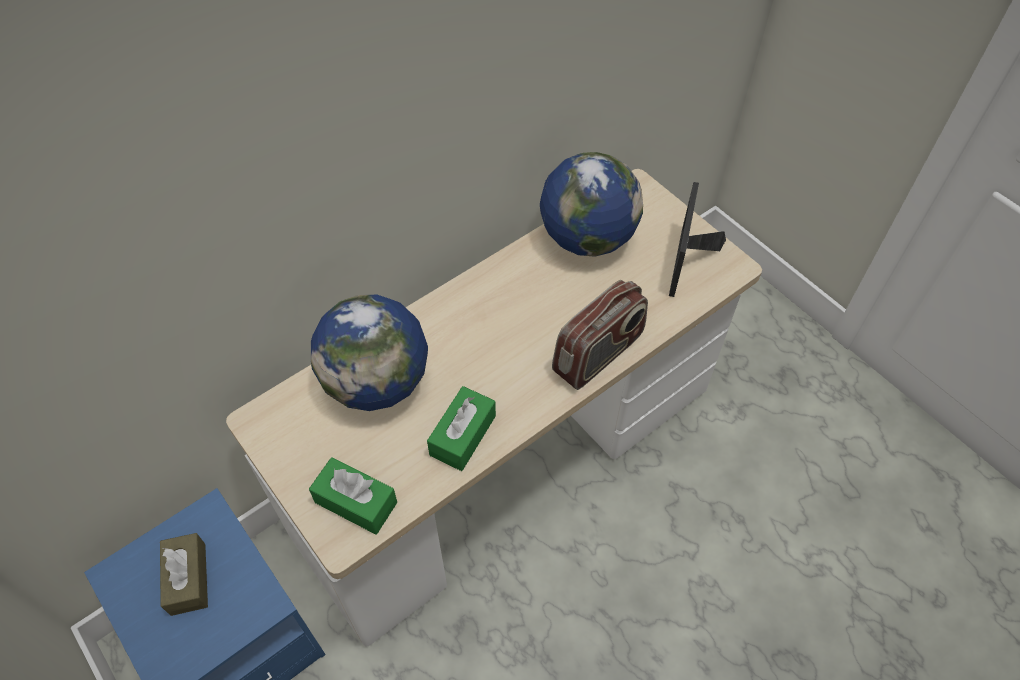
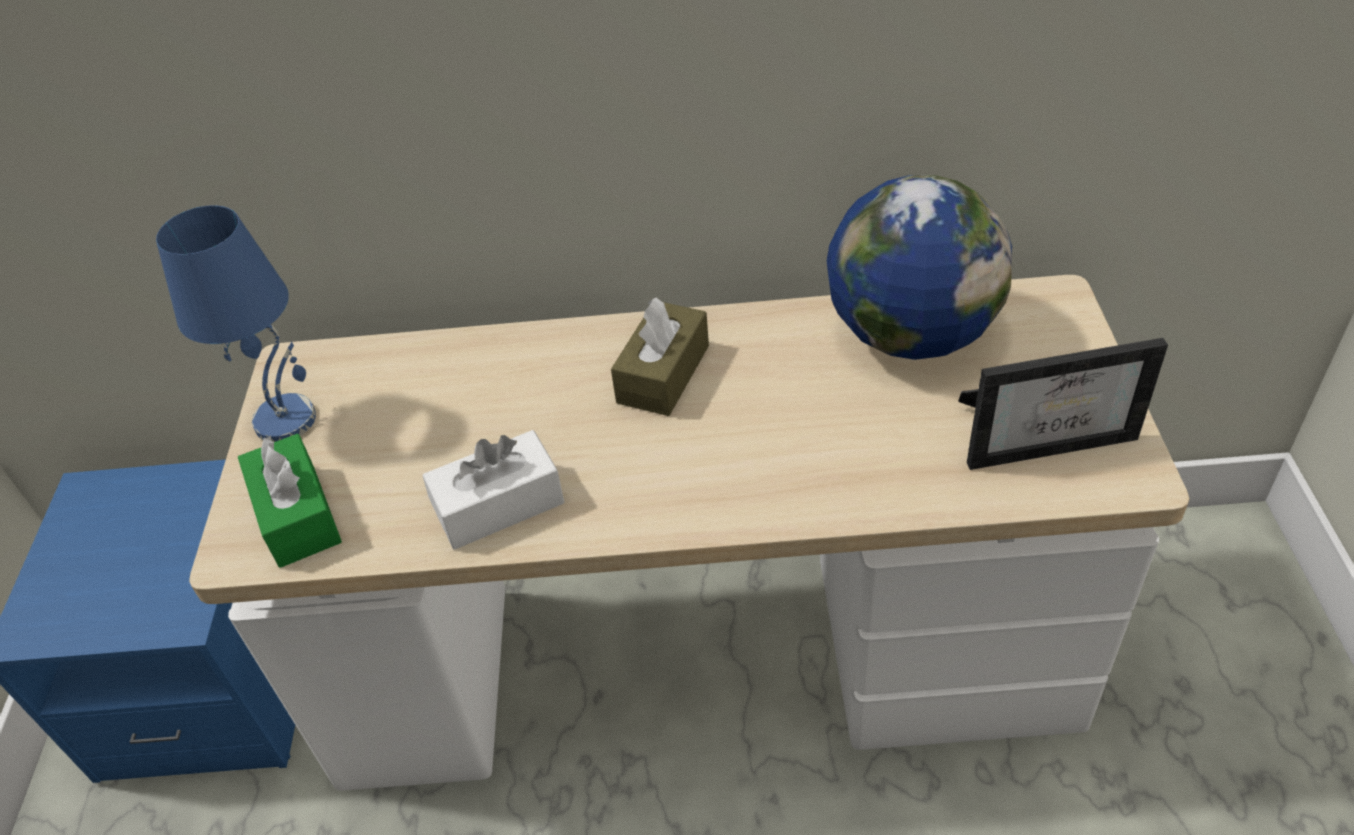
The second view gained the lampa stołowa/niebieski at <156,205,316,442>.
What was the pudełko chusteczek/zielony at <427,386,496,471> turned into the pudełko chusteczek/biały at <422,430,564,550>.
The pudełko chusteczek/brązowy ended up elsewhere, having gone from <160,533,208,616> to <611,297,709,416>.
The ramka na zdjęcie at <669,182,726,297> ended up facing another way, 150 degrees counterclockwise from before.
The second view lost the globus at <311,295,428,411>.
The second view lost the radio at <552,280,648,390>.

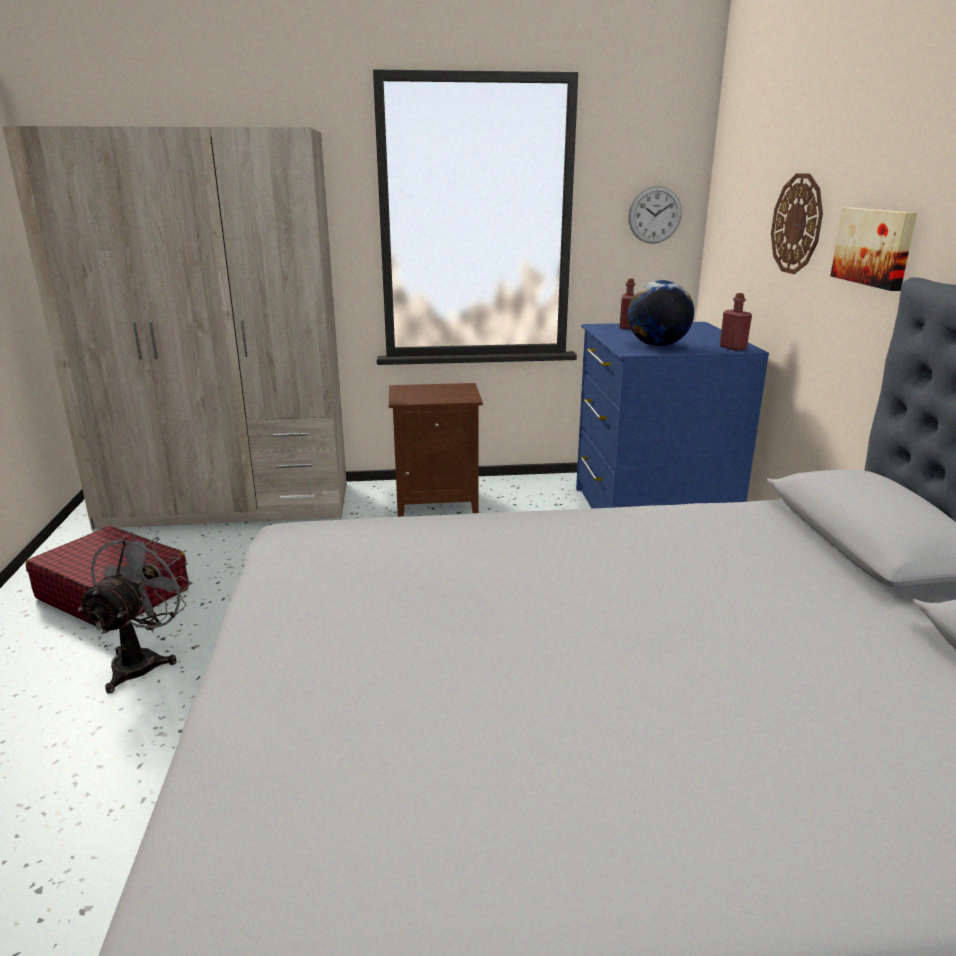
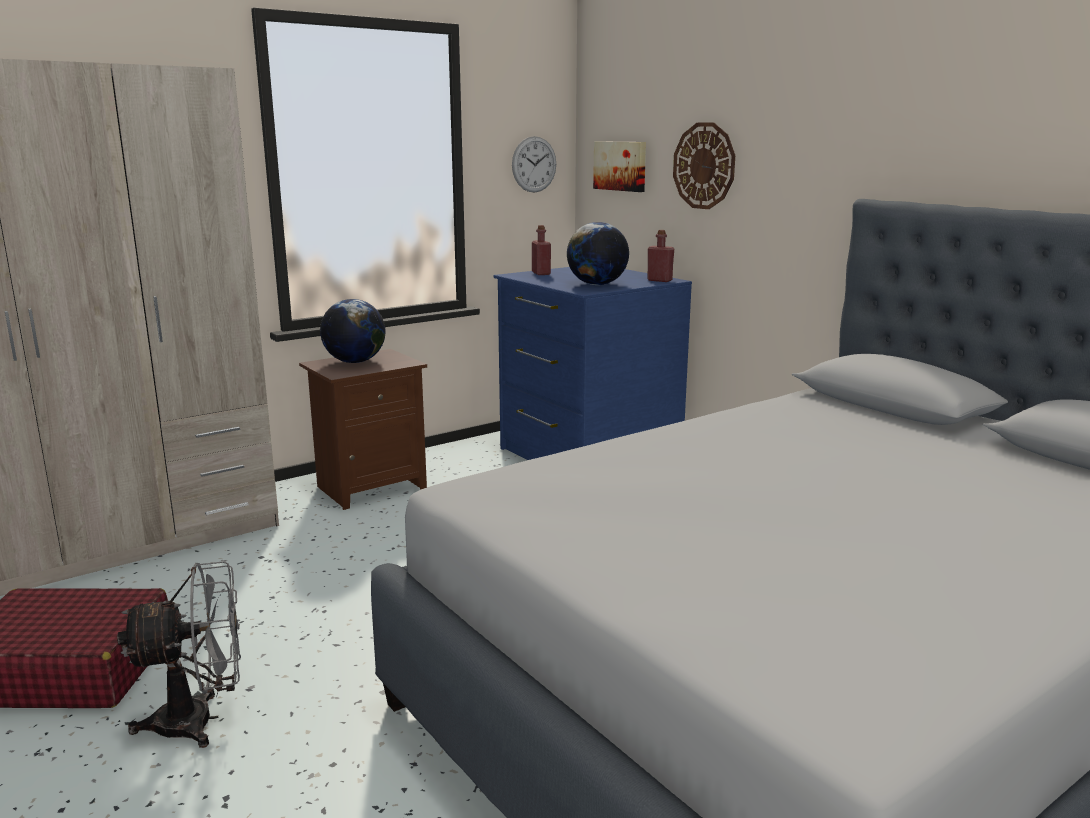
The wentylator/szary at <77,532,192,693> ended up facing another way, 90 degrees clockwise from before.
The second view gained the globus at <320,299,385,363>.
The obraz ended up elsewhere, having gone from <830,207,917,291> to <593,141,646,192>.

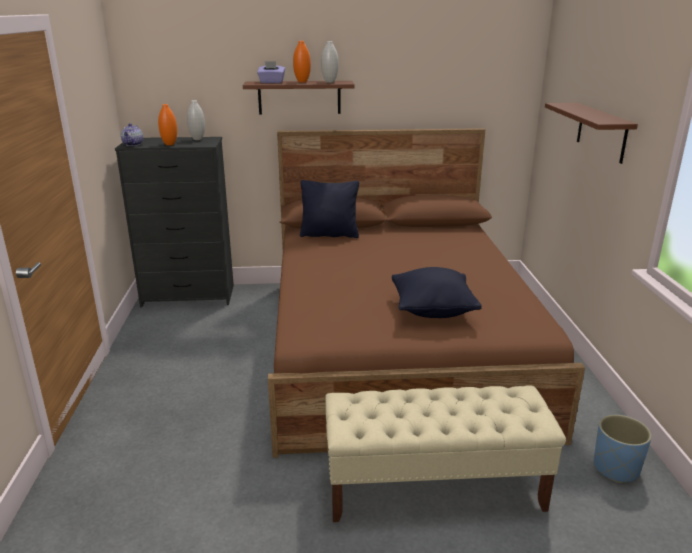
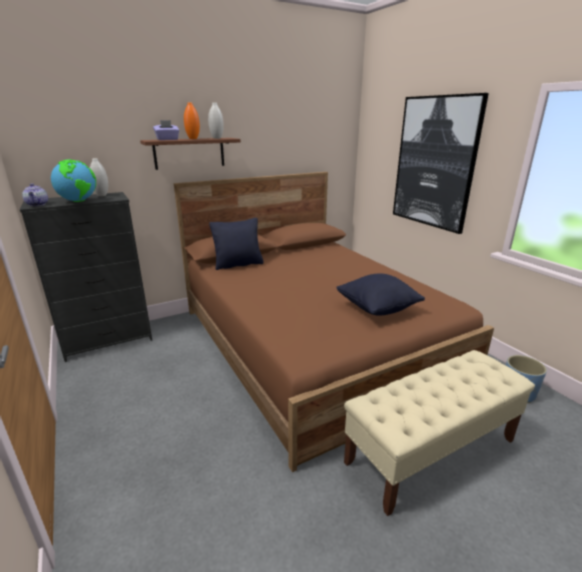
Where the wazon/pomarańczowy stood at <158,104,177,145>, the globus came to stand at <51,159,96,202>.
Where the półka/brązowy hung at <545,103,638,164>, the obraz came to hang at <393,93,489,234>.

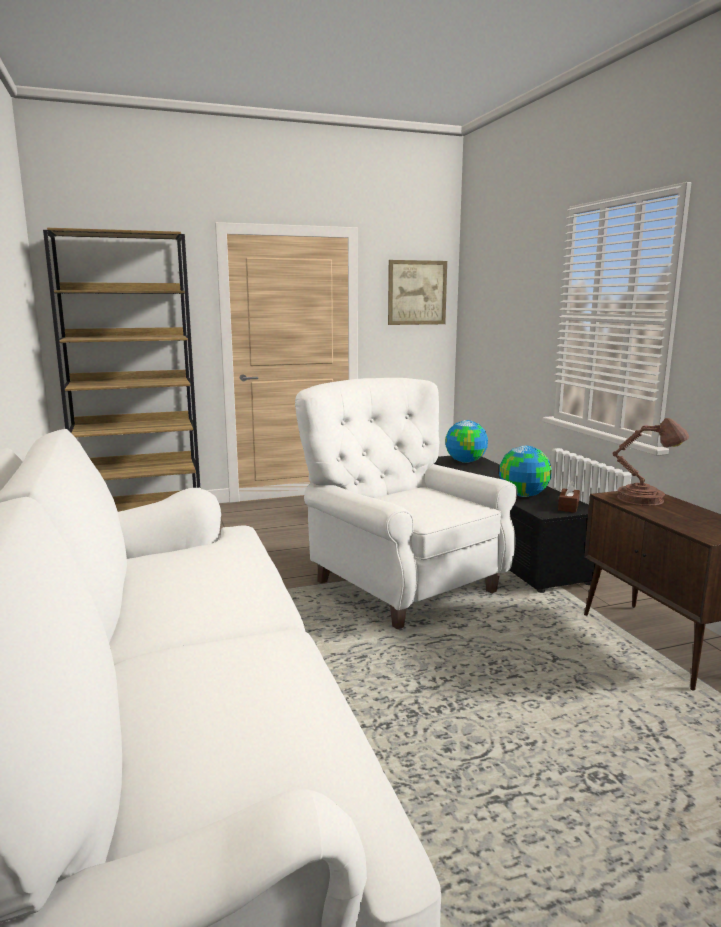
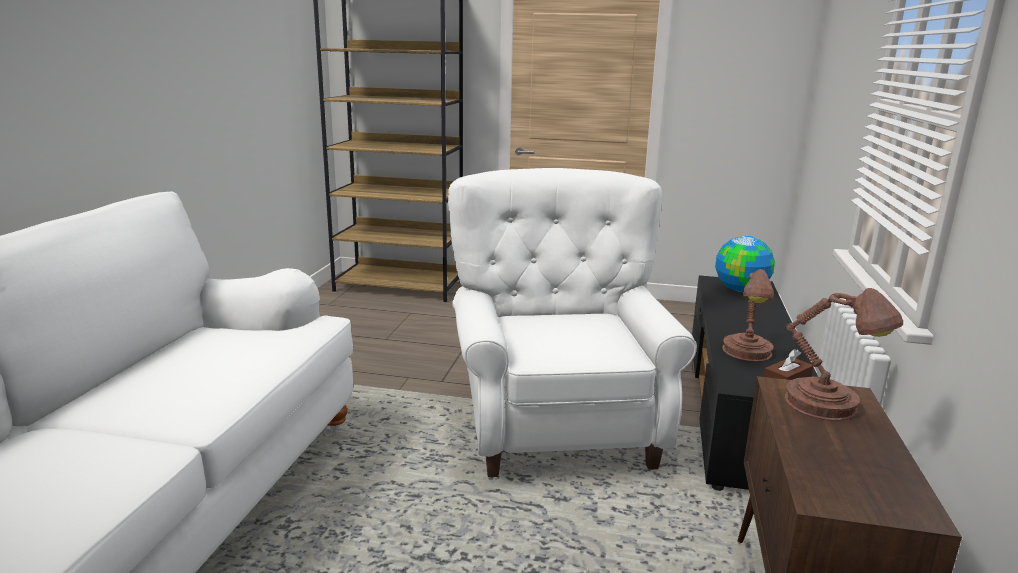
Where the globus stood at <499,446,552,497>, the lampa stołowa/brązowy came to stand at <722,269,774,361>.
The second view lost the obraz at <388,260,447,325>.

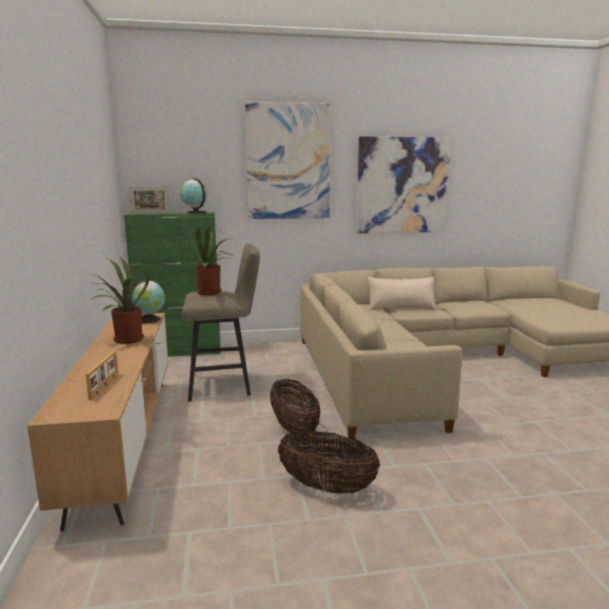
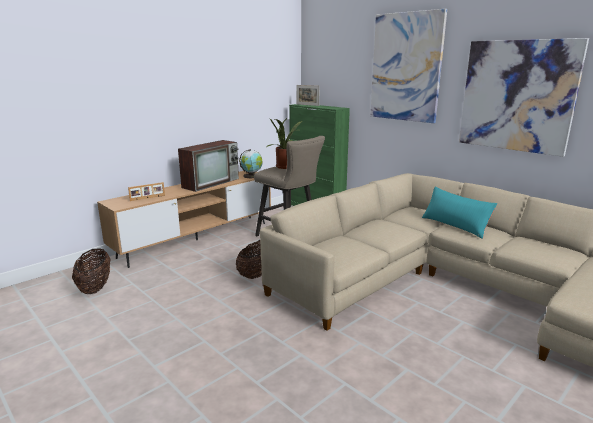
The koszyk ended up elsewhere, having gone from <278,430,380,494> to <72,248,110,294>.
Where the roślina doniczkowa stood at <90,256,153,344>, the telewizor came to stand at <178,140,239,192>.
What was the poduszka/beżowy at <367,277,437,310> turned into the poduszka/turkusowy at <422,187,497,239>.
The second view lost the globus at <180,178,208,214>.

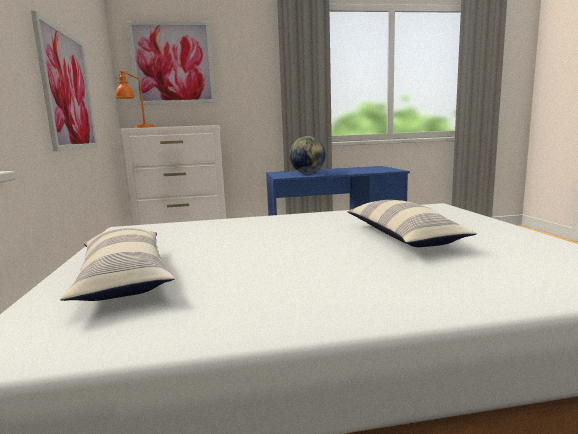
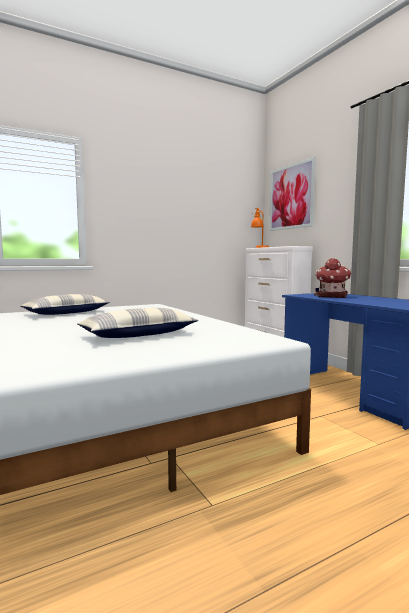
Where the globus stood at <289,136,326,174>, the domek came to stand at <314,258,351,298>.
The second view lost the obraz at <31,11,98,151>.

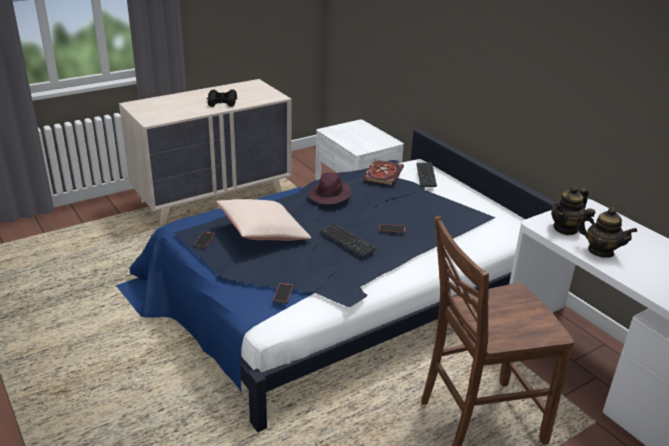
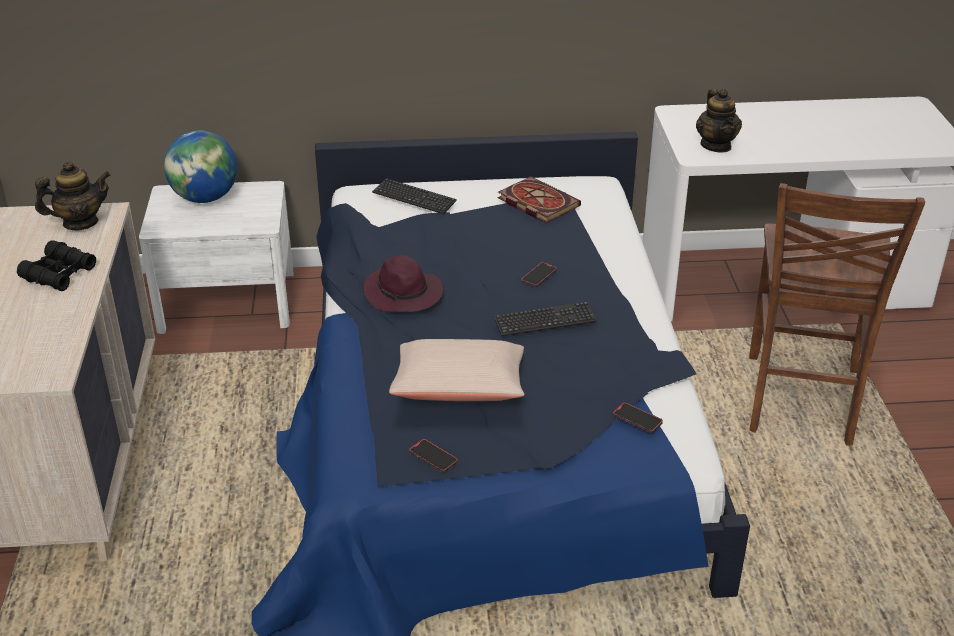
The imbryk ended up elsewhere, having gone from <577,207,637,258> to <35,161,111,231>.
The second view gained the globus at <164,130,238,203>.
The książka ended up elsewhere, having gone from <364,160,404,186> to <498,176,581,223>.

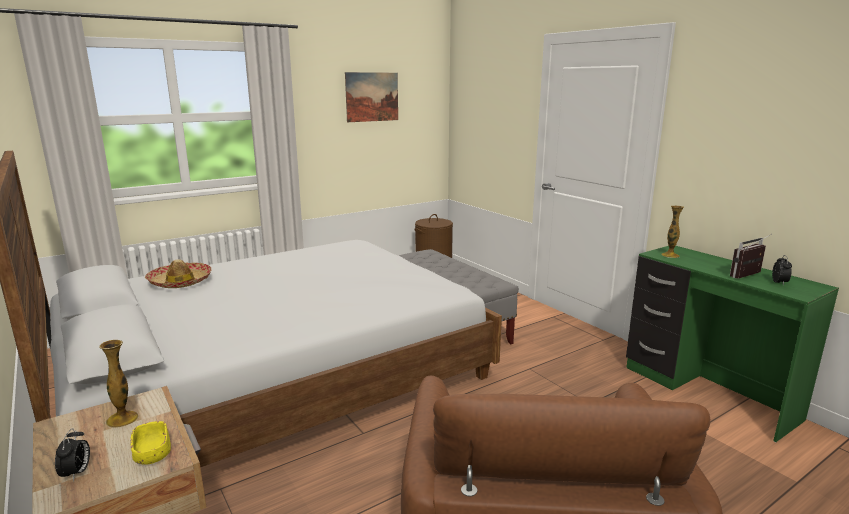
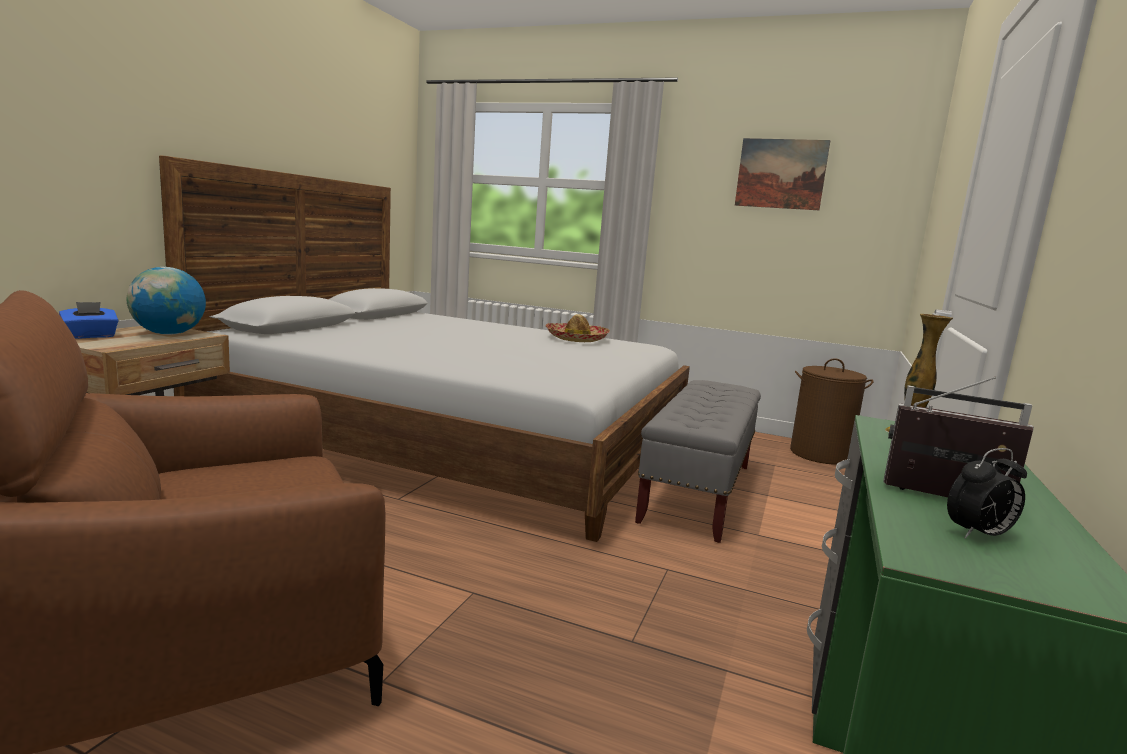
Where the budzik stood at <55,428,90,481>, the pudełko chusteczek/niebieski came to stand at <59,302,119,339>.
Where the wazon stood at <99,340,139,428>, the globus came to stand at <127,267,206,335>.
The kapelusz ended up elsewhere, having gone from <145,259,212,288> to <545,314,610,342>.
The second view lost the miska/żółty at <130,421,171,465>.

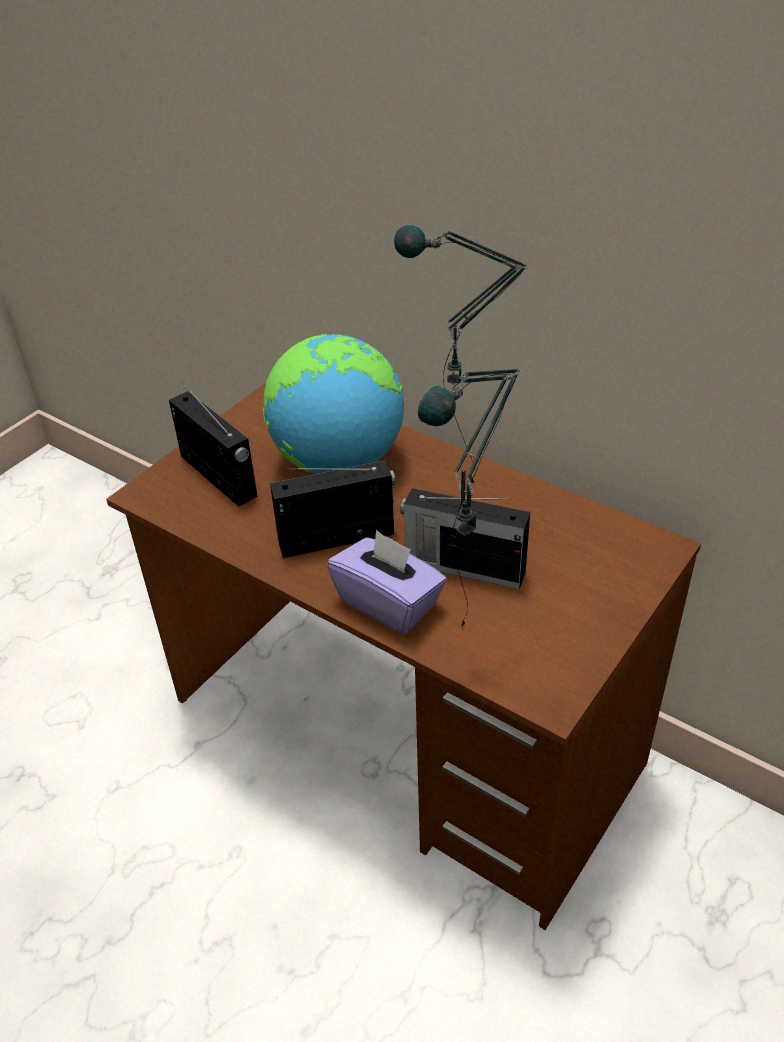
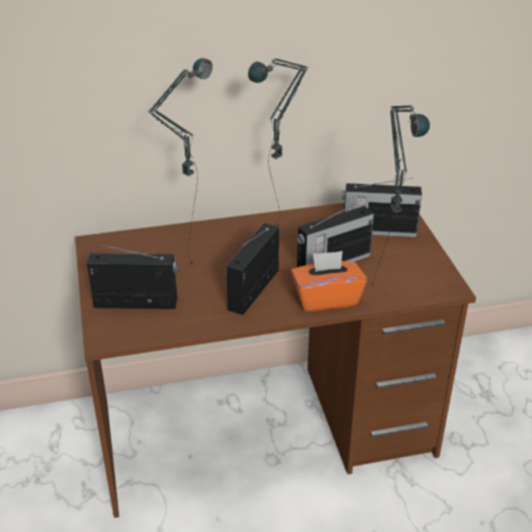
Where the globus stood at <263,334,404,474>, the lampa stołowa came to stand at <148,58,213,264>.
What was the pudełko chusteczek/fioletowy at <327,529,446,634> turned into the pudełko chusteczek/pomarańczowy at <291,251,367,312>.
The second view gained the radio at <342,178,422,237>.

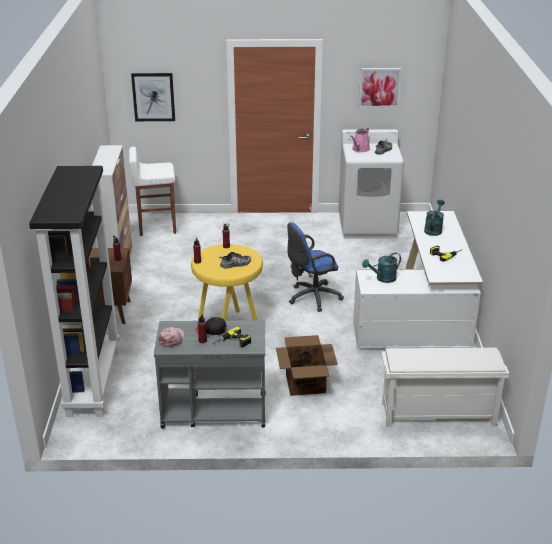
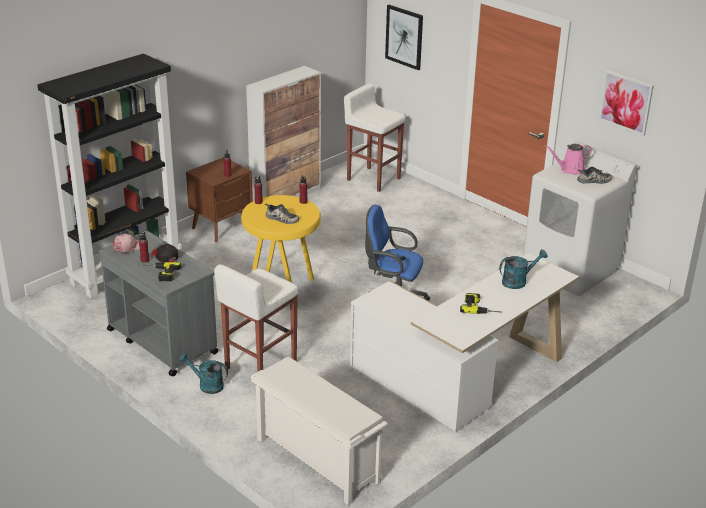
The konewka/turkusowy ended up elsewhere, having gone from <362,253,401,283> to <179,353,228,394>.
Where the karton stood at <276,335,338,396>, the stołek/biały came to stand at <214,264,299,372>.

